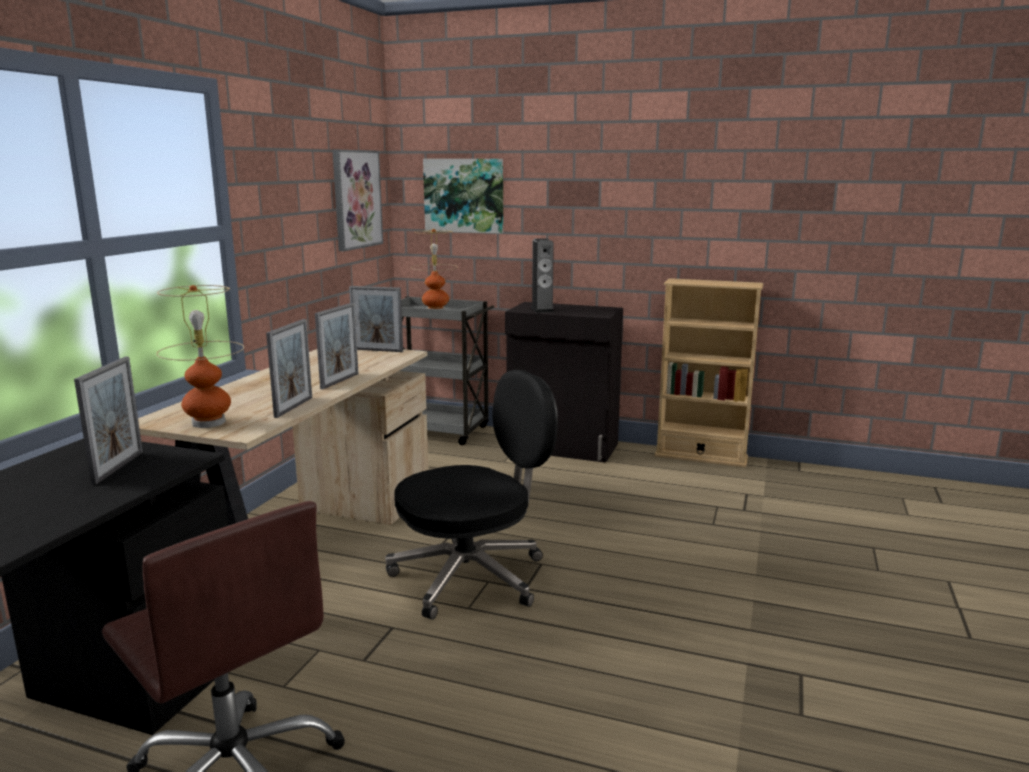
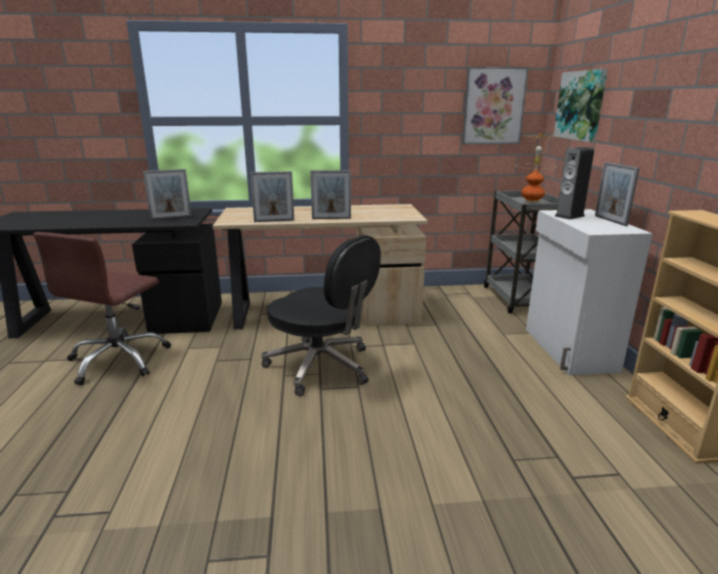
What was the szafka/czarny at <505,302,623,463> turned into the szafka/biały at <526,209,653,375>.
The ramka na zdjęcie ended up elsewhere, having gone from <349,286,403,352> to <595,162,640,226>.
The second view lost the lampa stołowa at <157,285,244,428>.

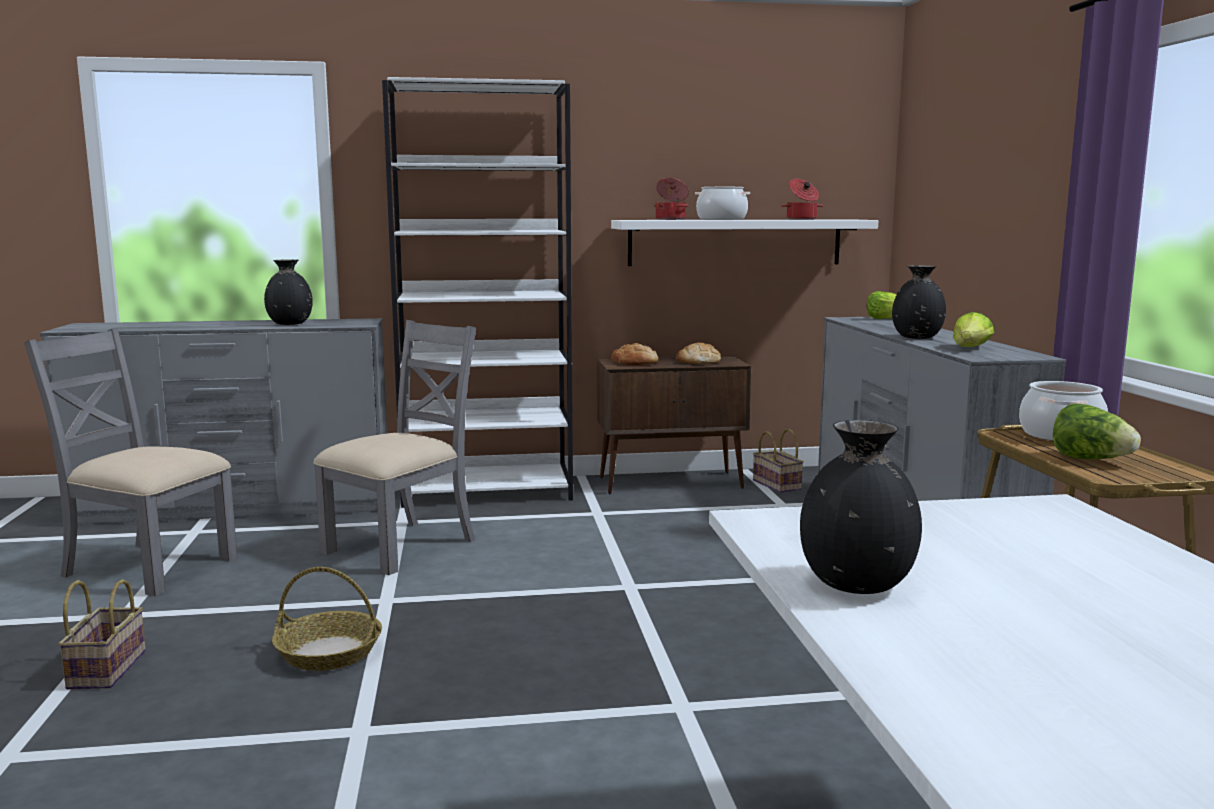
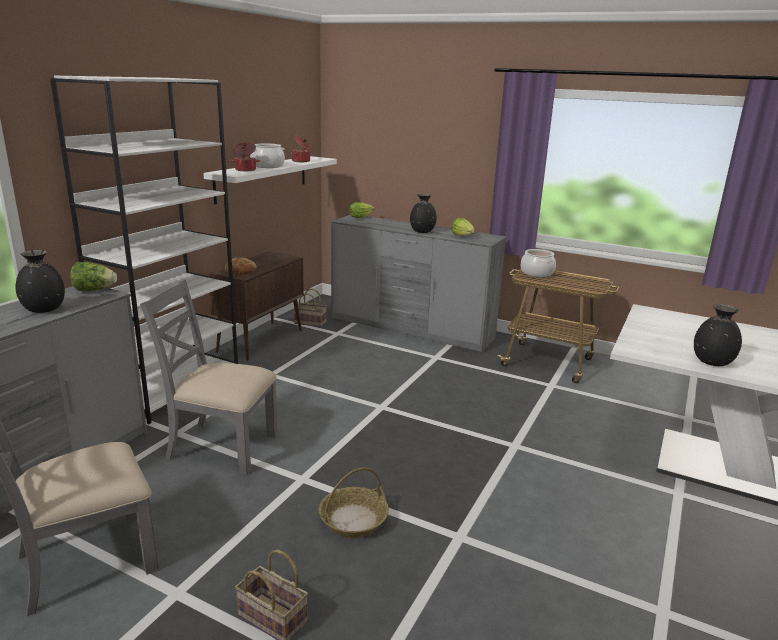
The sałata ended up elsewhere, having gone from <1053,403,1141,459> to <70,262,117,291>.
The krzesło/szary at <313,320,476,575> ended up facing another way, 60 degrees counterclockwise from before.
The second view lost the chleb at <676,343,721,364>.

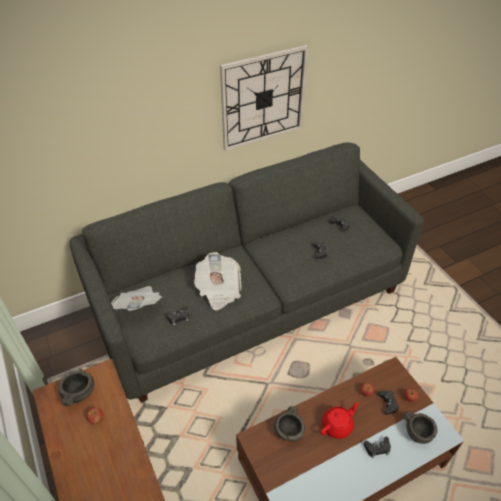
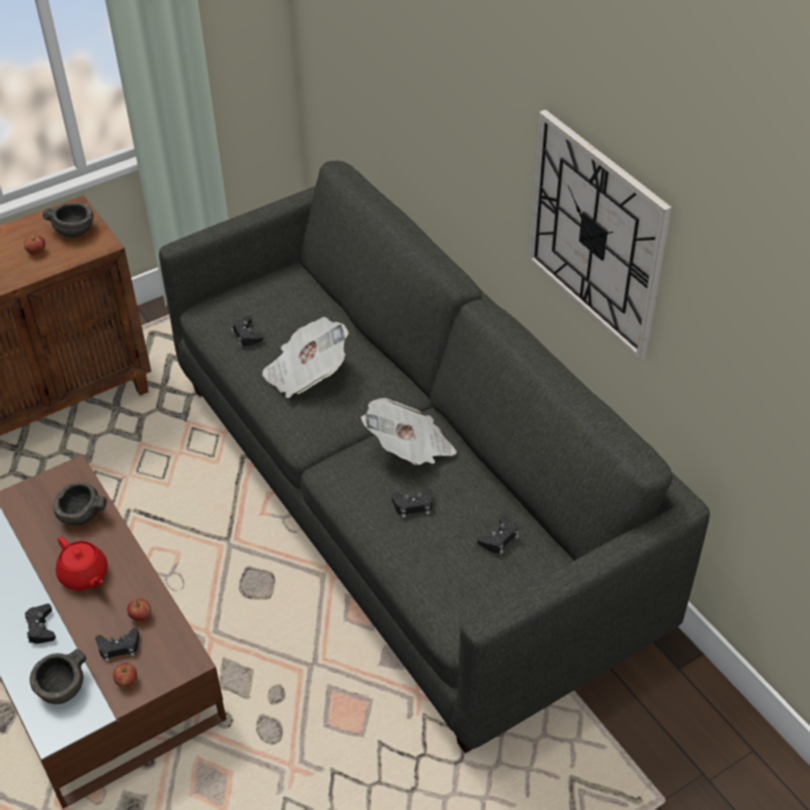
The gazeta ended up elsewhere, having gone from <111,286,162,311> to <361,398,457,465>.

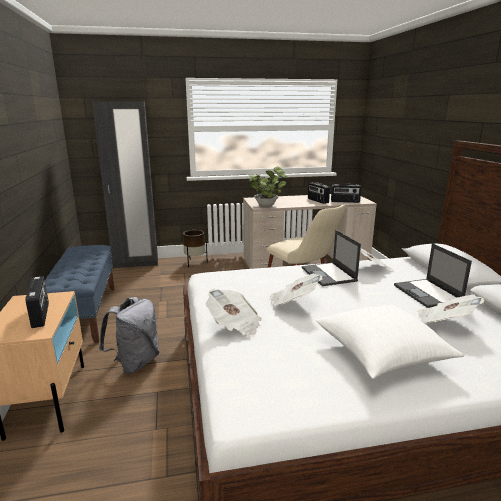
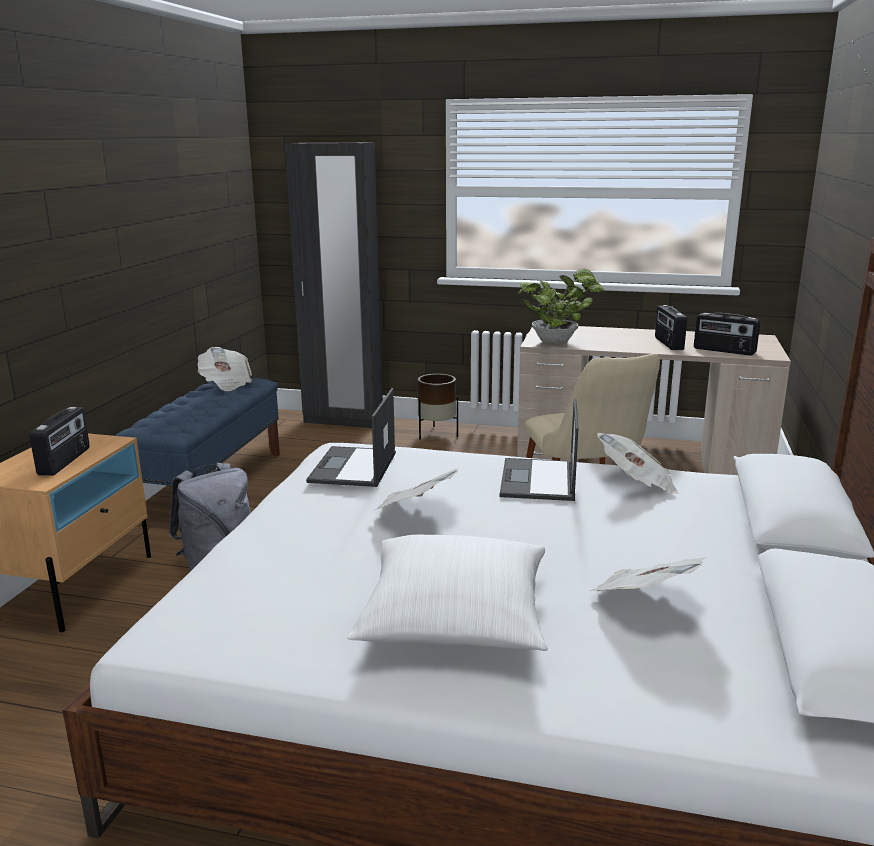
The gazeta ended up elsewhere, having gone from <206,289,262,337> to <197,347,252,391>.
The laptop ended up elsewhere, having gone from <394,243,472,308> to <306,388,396,487>.

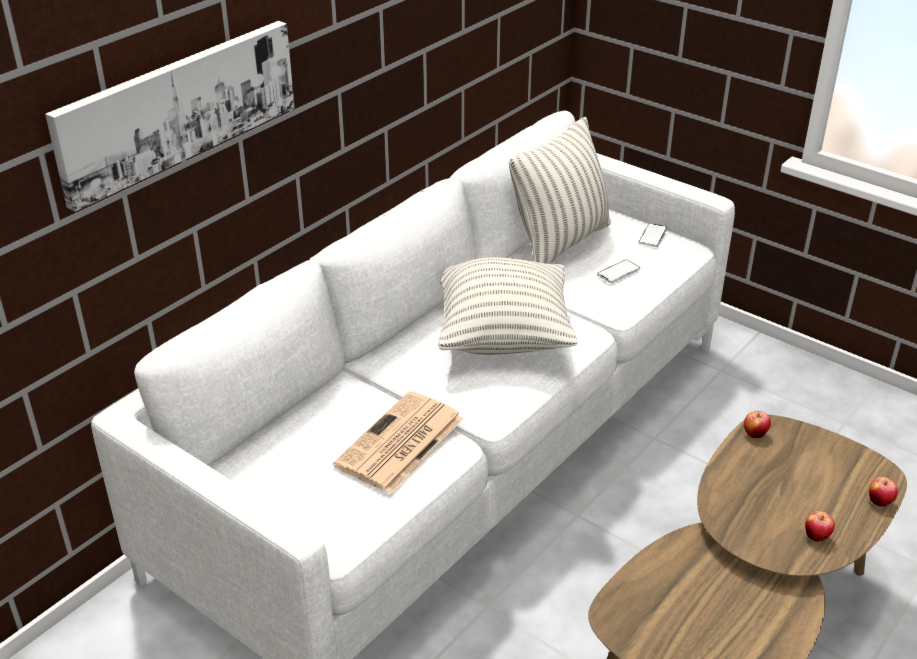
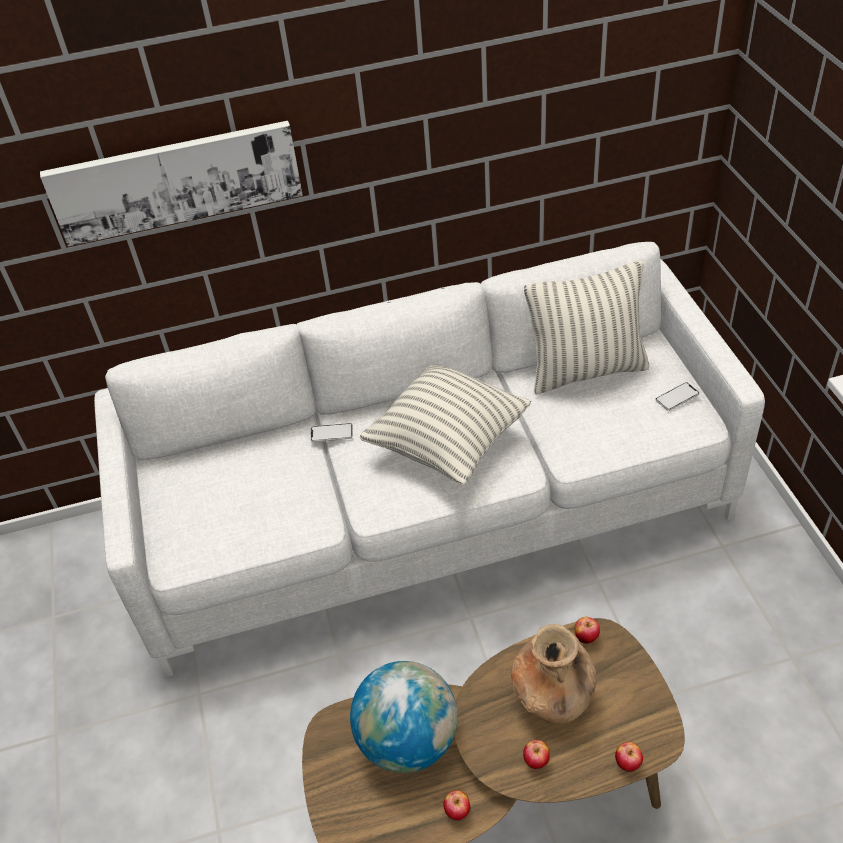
The telefon ended up elsewhere, having gone from <597,260,640,283> to <310,423,353,442>.
The second view gained the globus at <350,661,458,773>.
The second view gained the jabłko at <443,790,470,821>.
The second view gained the wazon/brązowy at <511,624,597,724>.
The second view lost the gazeta at <333,391,463,494>.

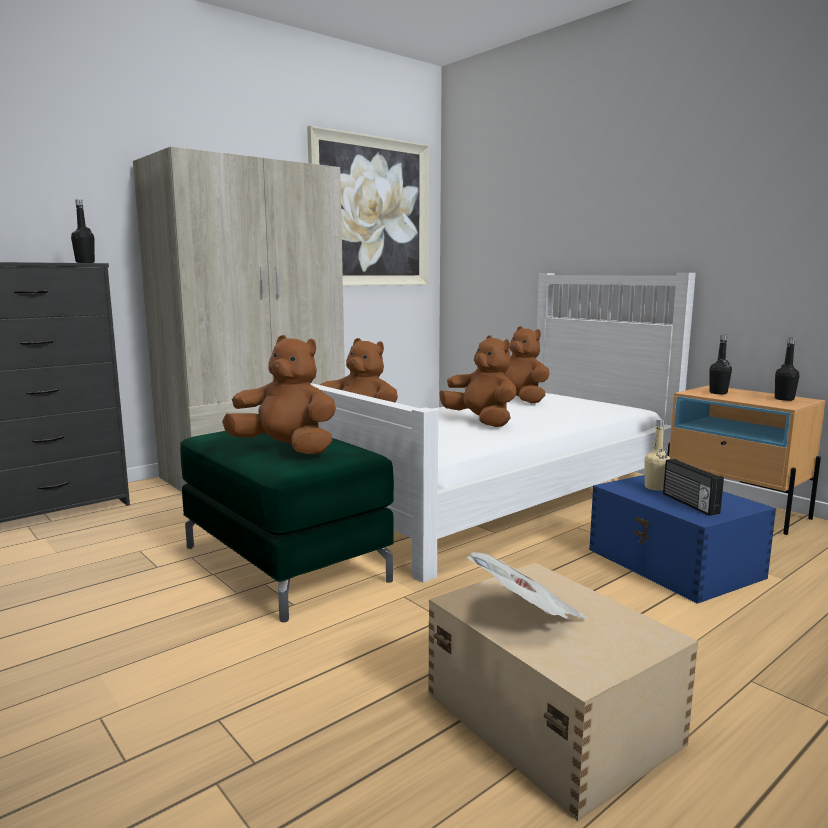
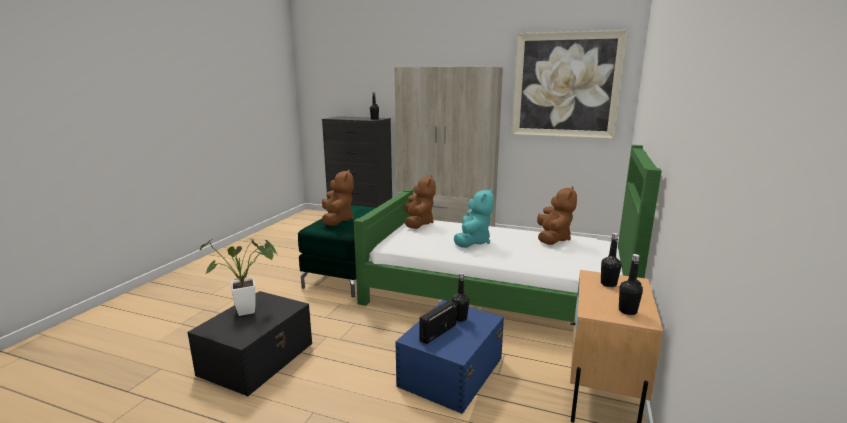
What was the pojemnik do przechowywania/beżowy at <428,563,698,821> turned into the pojemnik do przechowywania/czarny at <187,291,312,396>.
Where the gazeta stood at <466,552,588,619>, the roślina doniczkowa came to stand at <200,239,277,316>.
What was the łóżko/biały at <310,273,696,583> turned into the łóżko/zielony at <354,145,662,322>.
What was the butelka/beżowy at <644,419,670,491> turned into the butelka/czarny at <452,272,469,322>.
What was the pluszak/brązowy at <440,335,517,427> turned into the pluszak/turkusowy at <454,188,494,248>.

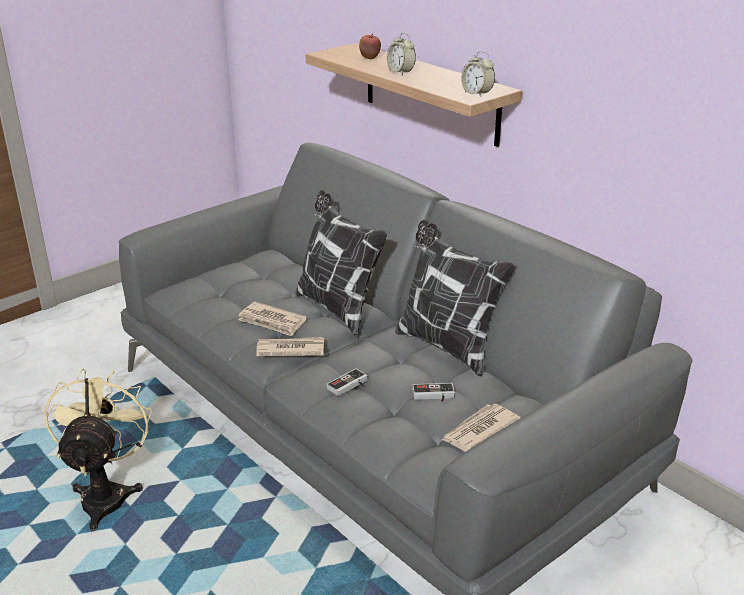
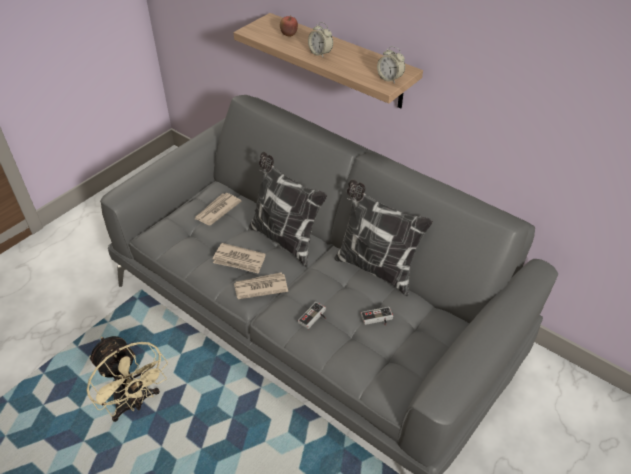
The wentylator/beżowy at <44,368,152,531> ended up facing another way, 150 degrees clockwise from before.
The gazeta ended up elsewhere, having gone from <442,404,520,452> to <195,193,241,225>.

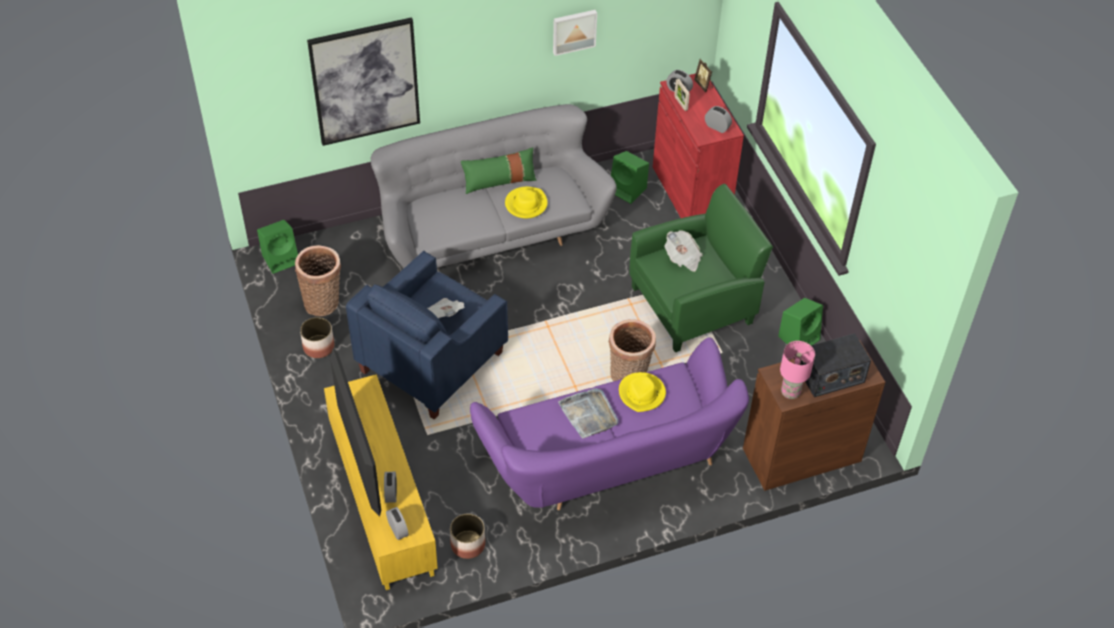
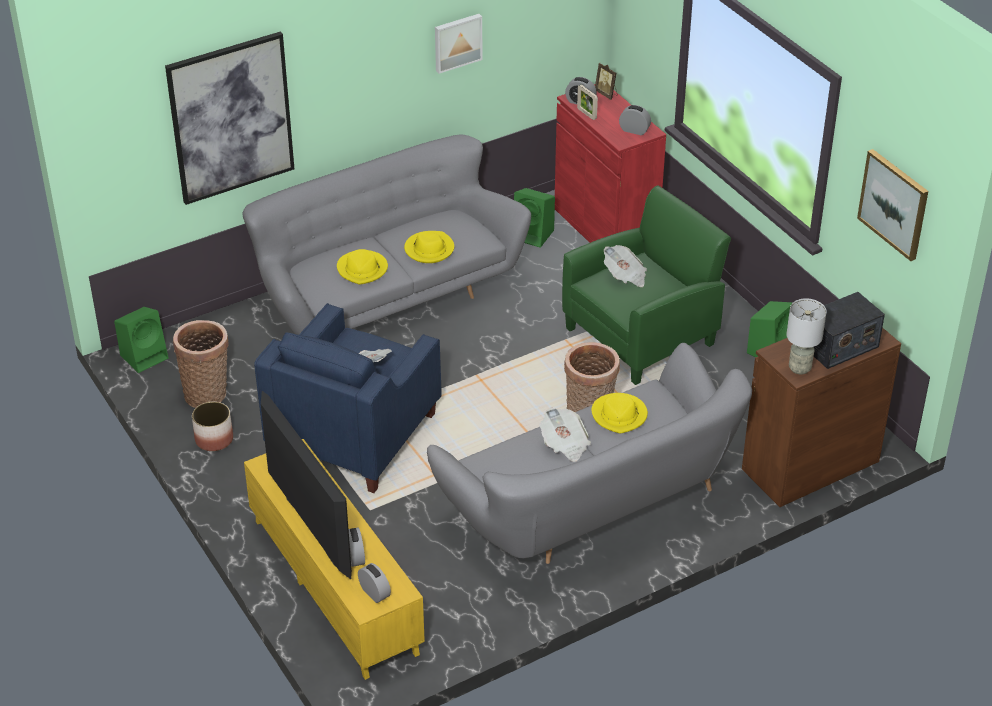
The second view gained the kapelusz/żółty at <337,249,388,285>.
What was the kanapa/fioletowy at <470,337,749,510> turned into the kanapa/szary at <427,343,752,564>.
Where the taca/szary stood at <558,388,618,438>, the gazeta came to stand at <540,407,591,462>.
What was the lampa stołowa/różowy at <780,341,815,399> turned into the lampa stołowa/szary at <787,298,827,375>.
The second view gained the obraz at <857,149,928,261>.
The second view lost the donica at <450,514,485,559>.
The second view lost the poduszka/zielony at <461,147,537,194>.

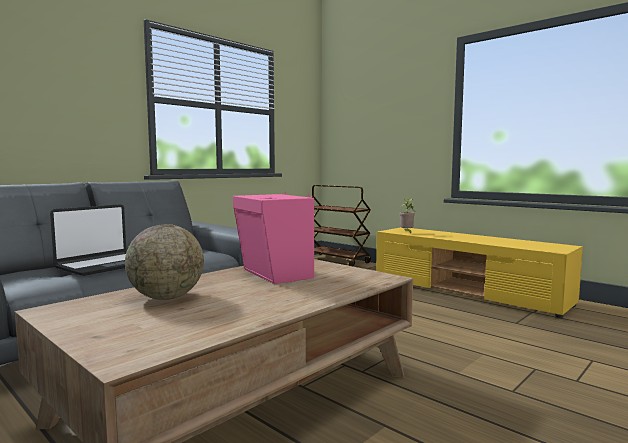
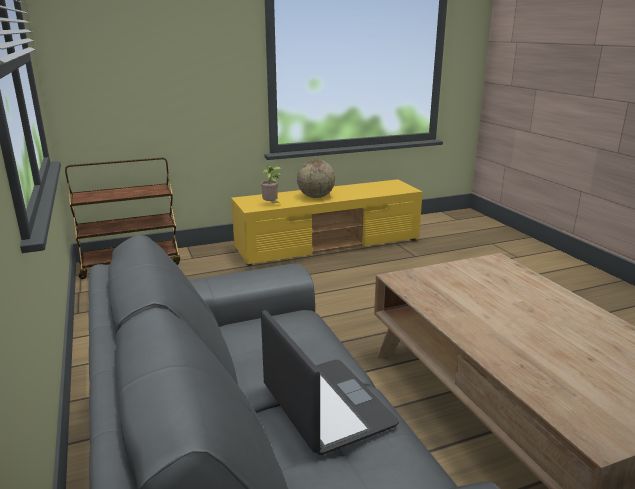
The globus ended up elsewhere, having gone from <125,224,204,300> to <297,159,335,198>.
The second view lost the głośnik/różowy at <233,191,314,284>.

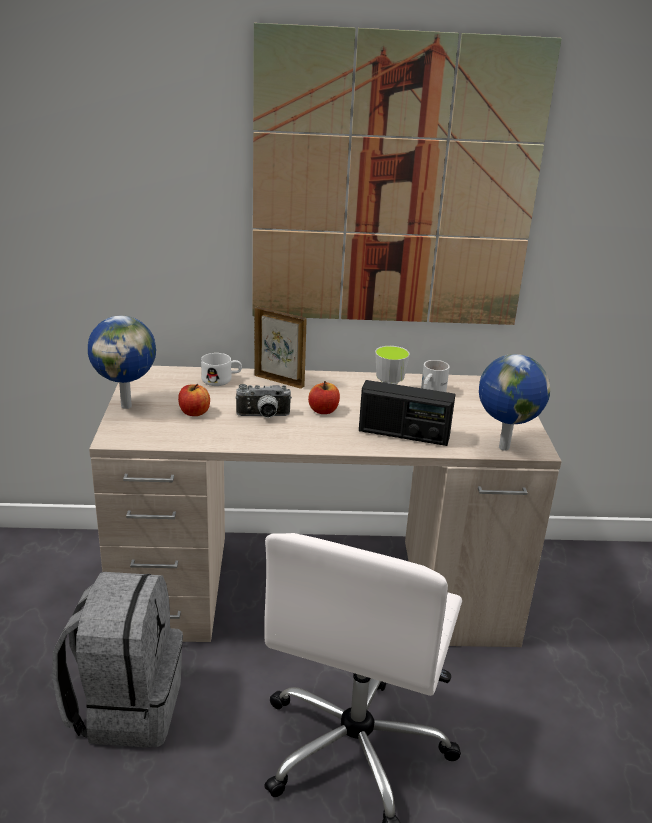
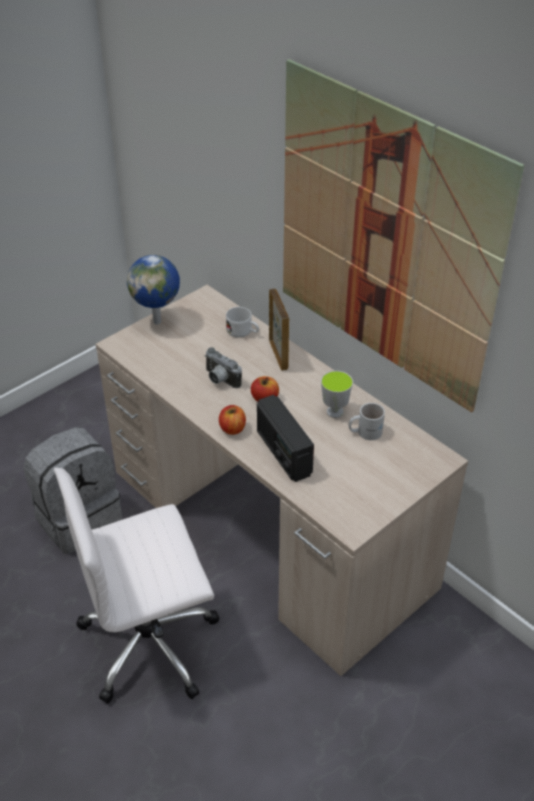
The jabłko ended up elsewhere, having gone from <178,384,210,416> to <219,405,246,435>.
The second view lost the globus at <479,354,550,451>.

